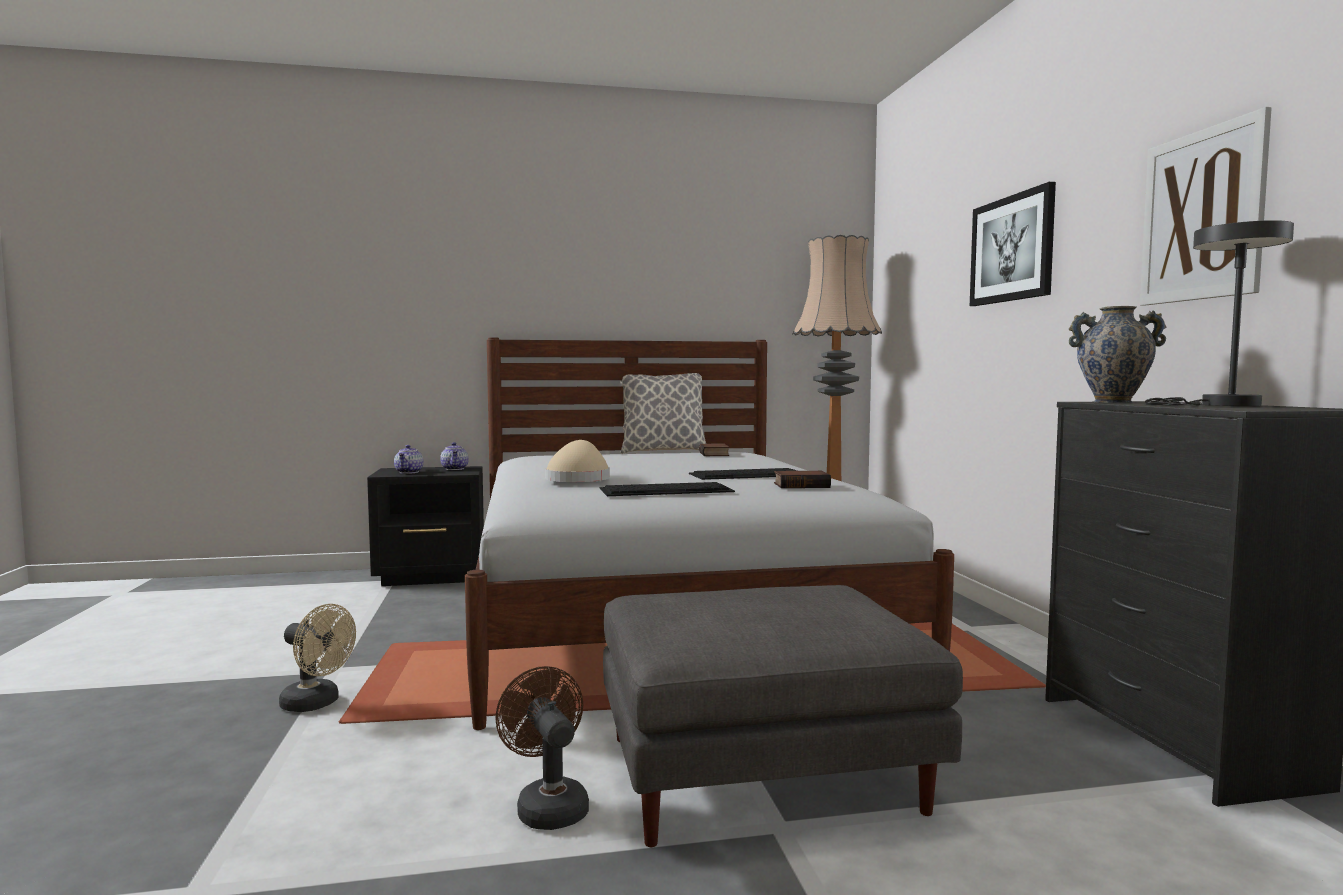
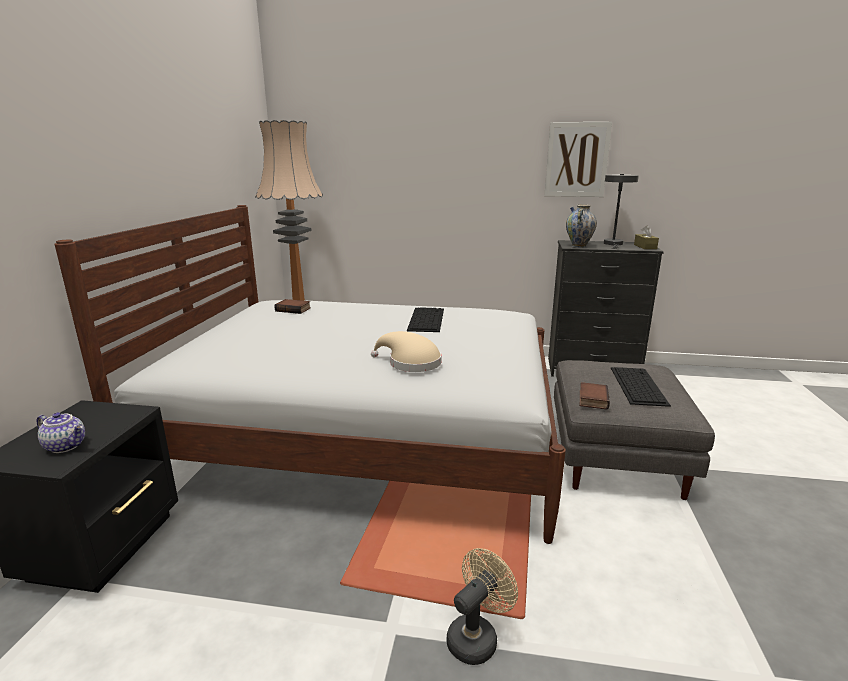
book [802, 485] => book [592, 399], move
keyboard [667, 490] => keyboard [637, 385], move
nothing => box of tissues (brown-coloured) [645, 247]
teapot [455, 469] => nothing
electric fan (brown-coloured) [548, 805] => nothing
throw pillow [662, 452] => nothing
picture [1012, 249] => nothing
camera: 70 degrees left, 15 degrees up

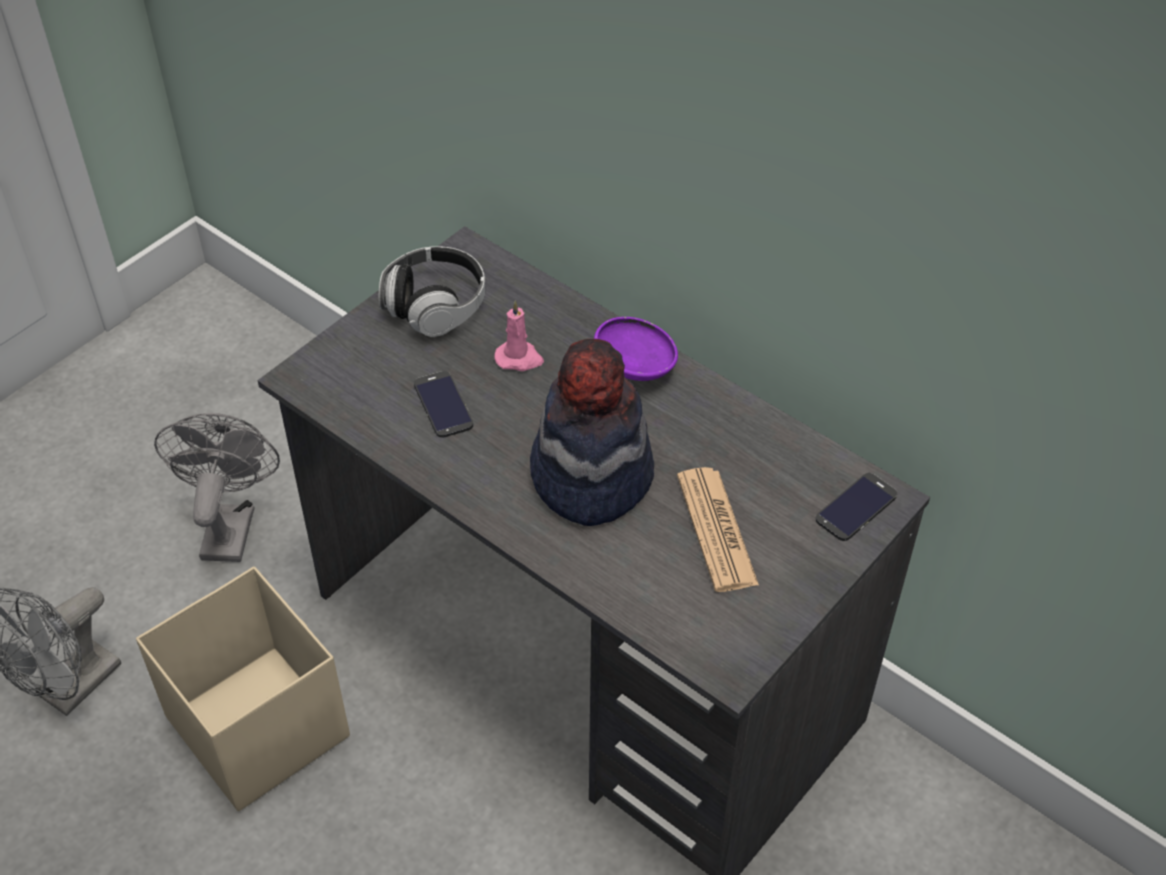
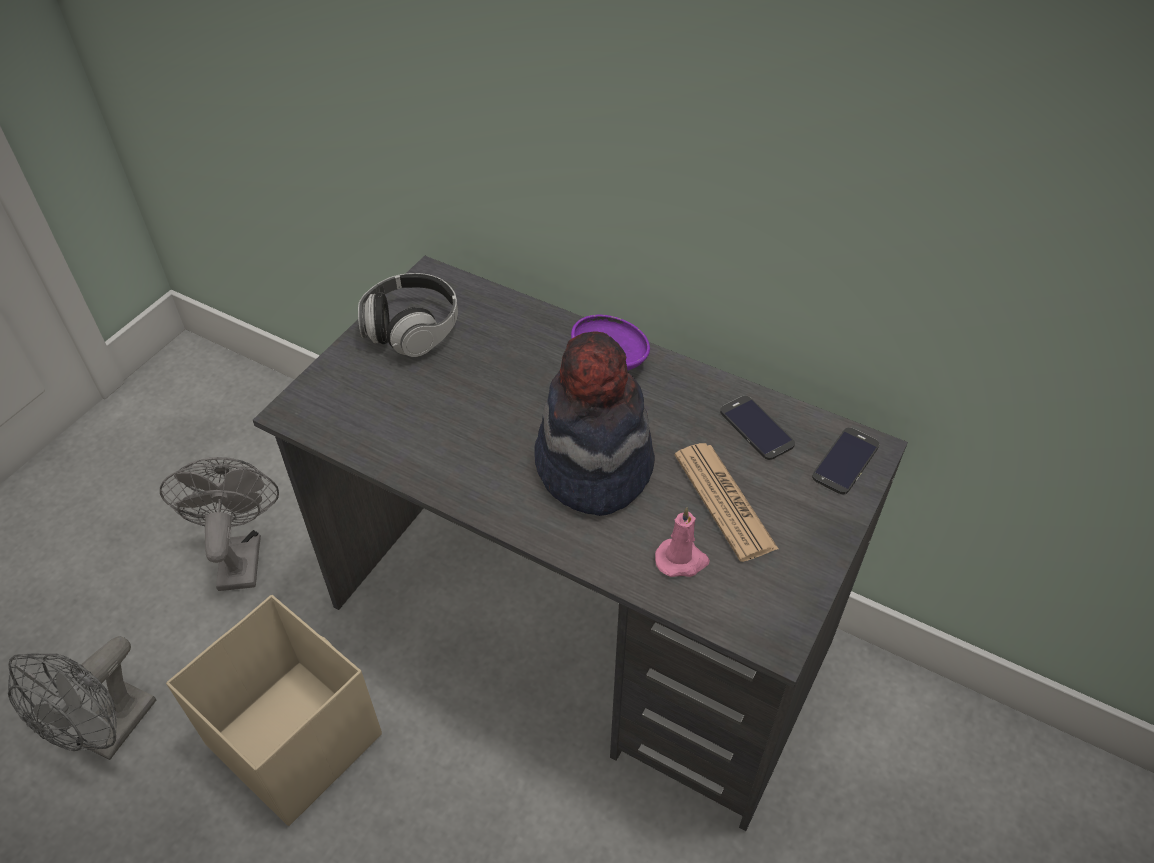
wax light (pinkish) [519, 358] => wax light (pinkish) [682, 560], move
telephone [443, 405] => telephone [756, 428], move
camera: 10 degrees left, 0 degrees up

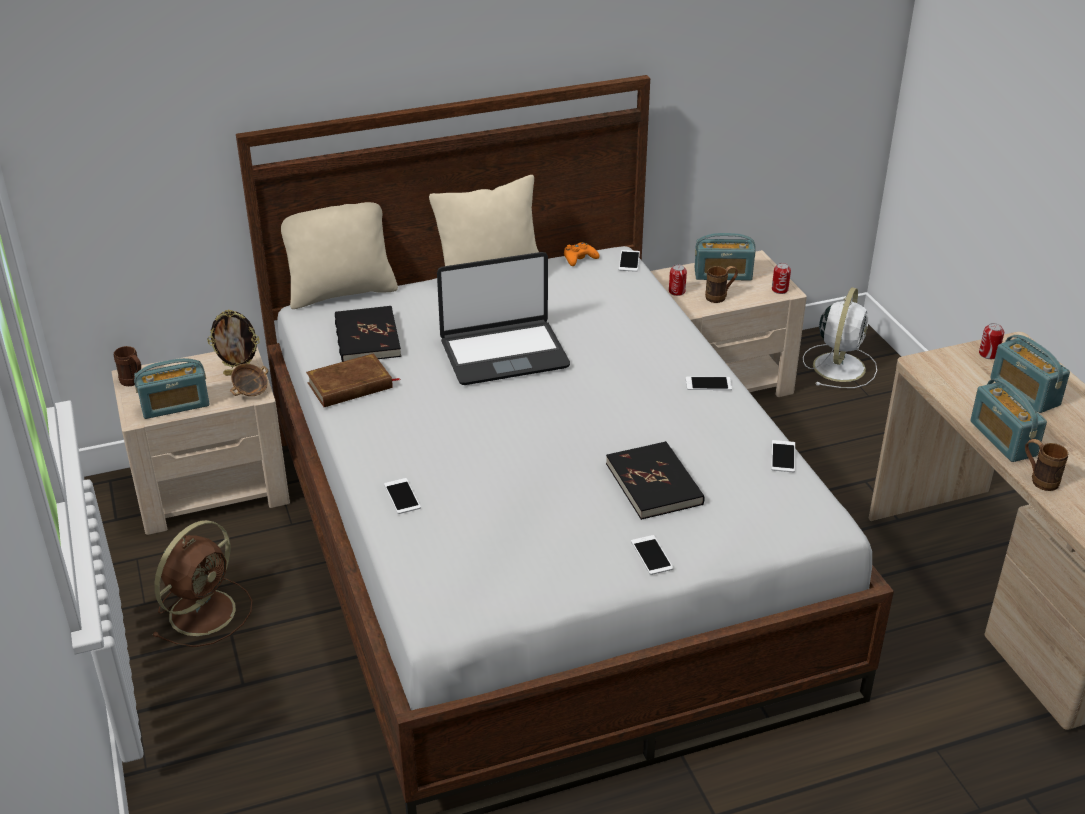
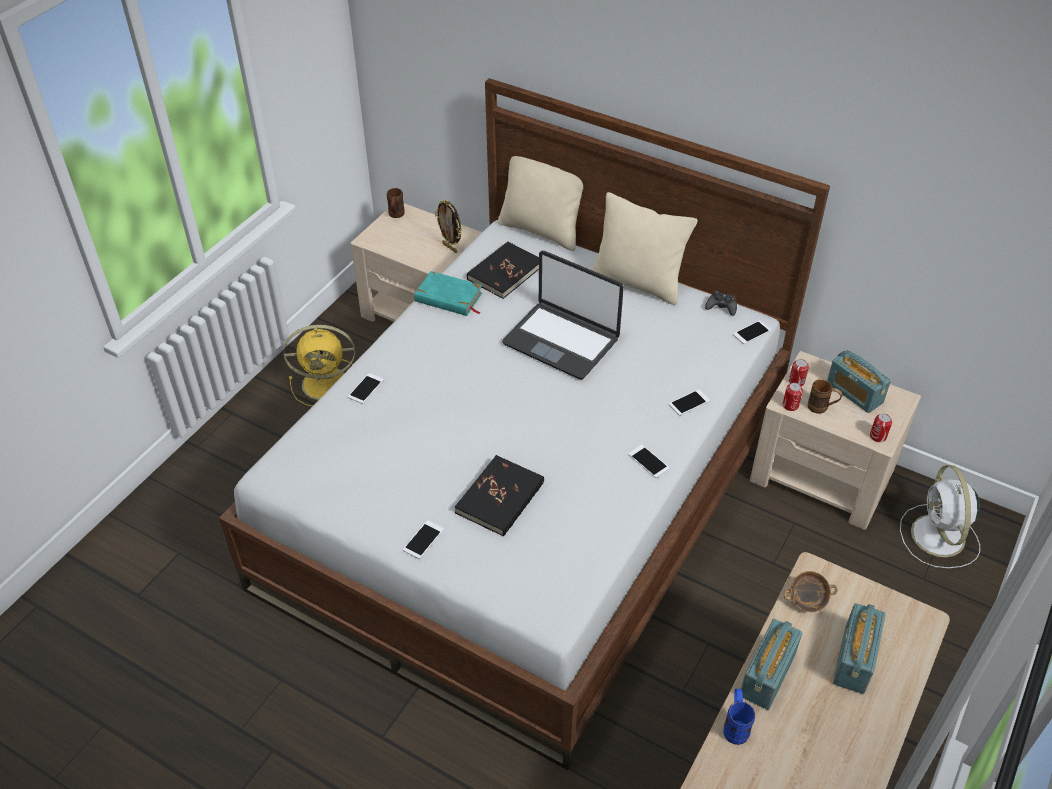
electric fan (brown-coloured) [204, 610] => electric fan (yellowish) [327, 383]
book (brown-coloured) [350, 386] => book (turquoise) [448, 298]
telephone [783, 456] => telephone [689, 402], move
joypad (orange) [579, 258] => joypad (black) [721, 307]
mug (brown-coloured) [1038, 479] => mug (blue-coloured) [735, 726]
sealed can [988, 354] => sealed can [790, 405], move
serving bowl [251, 392] => serving bowl [807, 601], move
electric fan (white-coloured) [839, 366] => electric fan (white-coloured) [938, 538], 105 degrees clockwise
radio receiver [175, 405] => nothing
camera: 50 degrees right, 10 degrees up

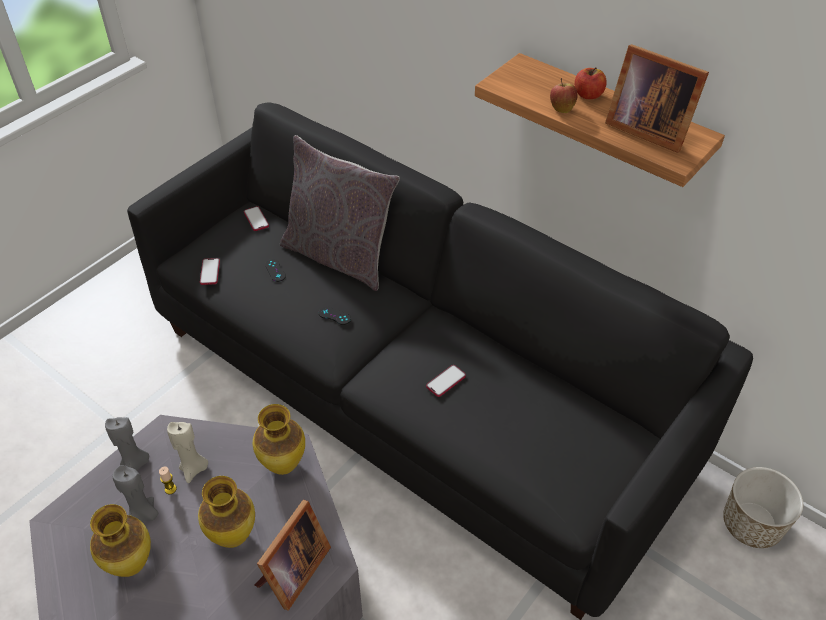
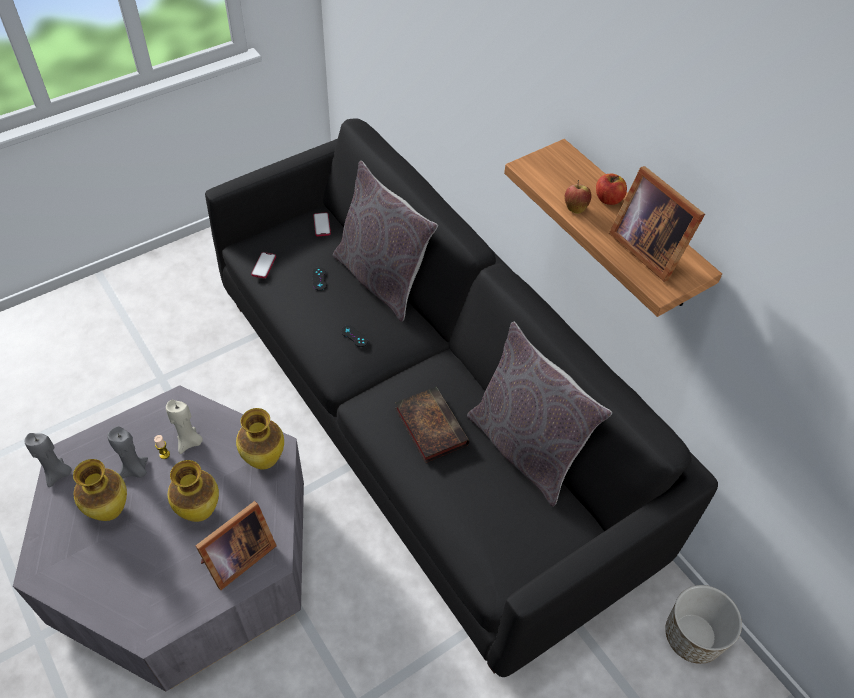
wax light (grey) [135, 464] => wax light (grey) [58, 474], move
telephone [446, 381] => book [429, 425]
nothing => throw pillow (grey) [525, 448]
camera: 15 degrees right, 5 degrees up

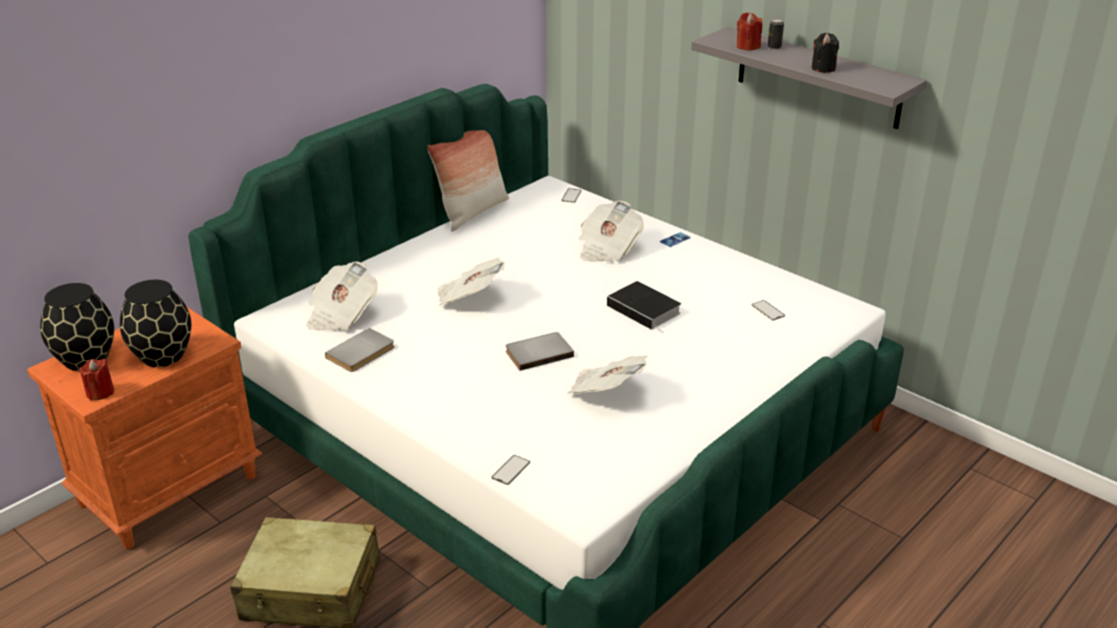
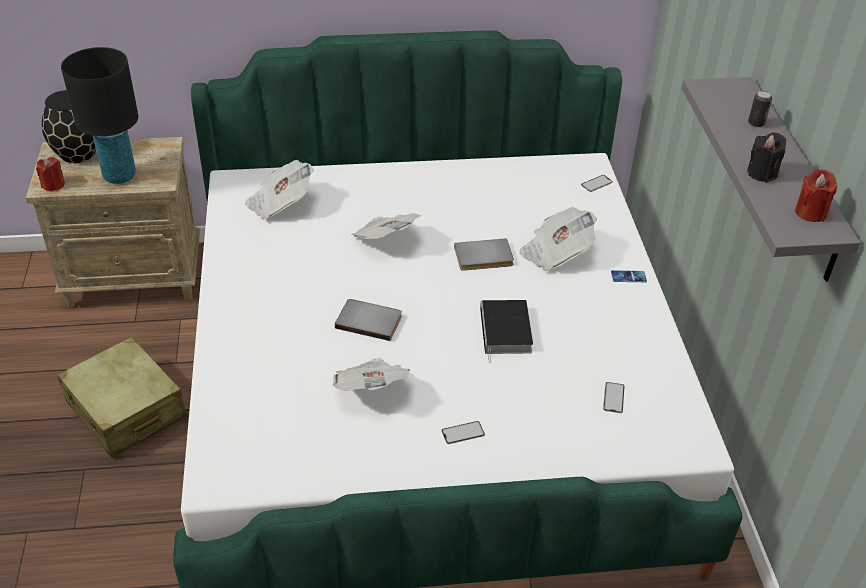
nightstand (orange) [170, 489] => nightstand (beige-coloured) [135, 277]
vase (black) [163, 355] => tabletop lamp (black) [120, 176]
telephone [510, 470] => telephone [463, 433], move
book (grey) [362, 353] => book (grey) [484, 258], move
wax light (red) [748, 46] => wax light (red) [810, 212], move
throw pillow [472, 212] => nothing
camera: 40 degrees right, 10 degrees up

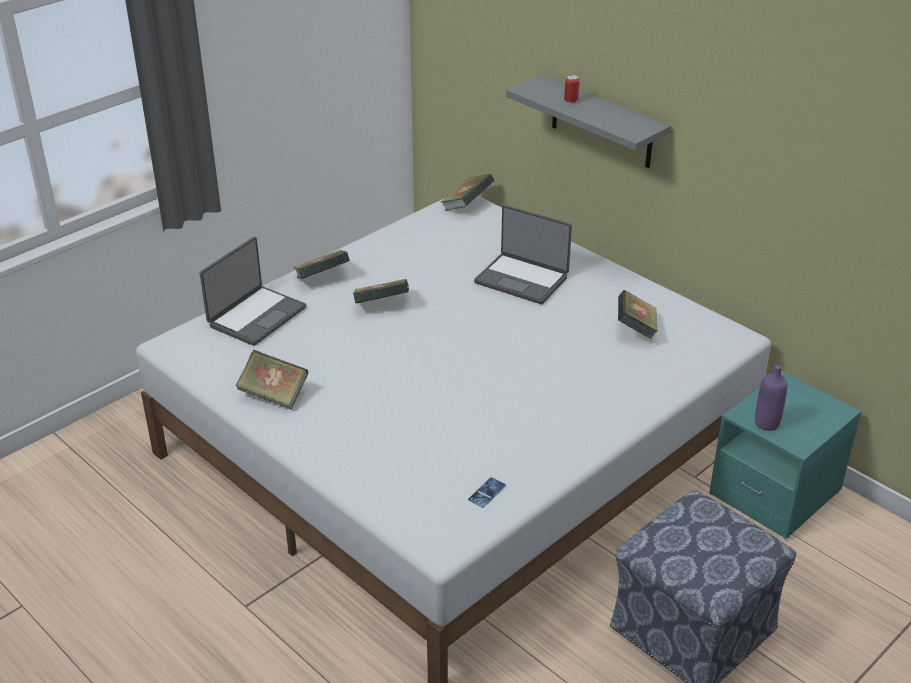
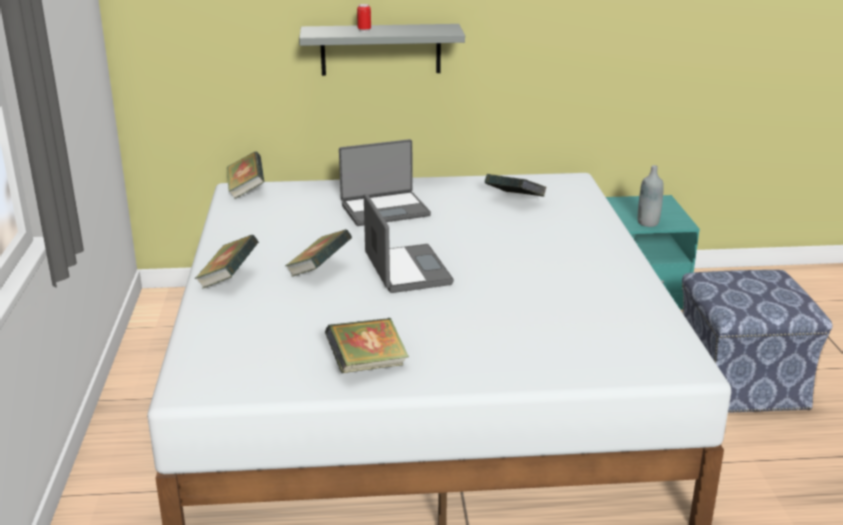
laptop [256, 316] => laptop [406, 270], move
beverage bottle (purple) [766, 423] => beverage bottle (grey) [648, 223]
telephone [487, 492] => nothing
camera: 50 degrees left, 10 degrees down

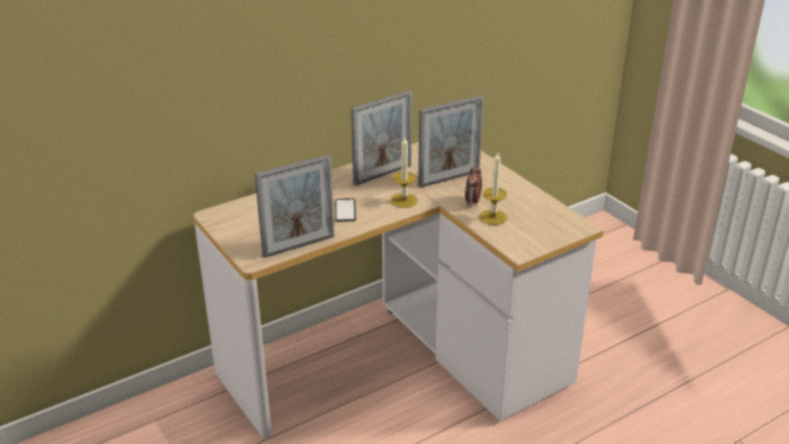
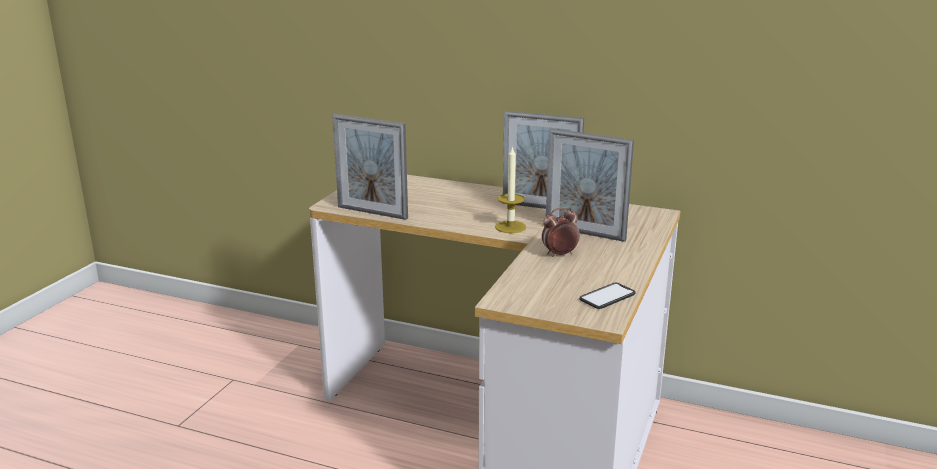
telephone [345, 211] => telephone [607, 297], move
wax light [493, 217] => nothing
camera: 55 degrees right, 10 degrees down

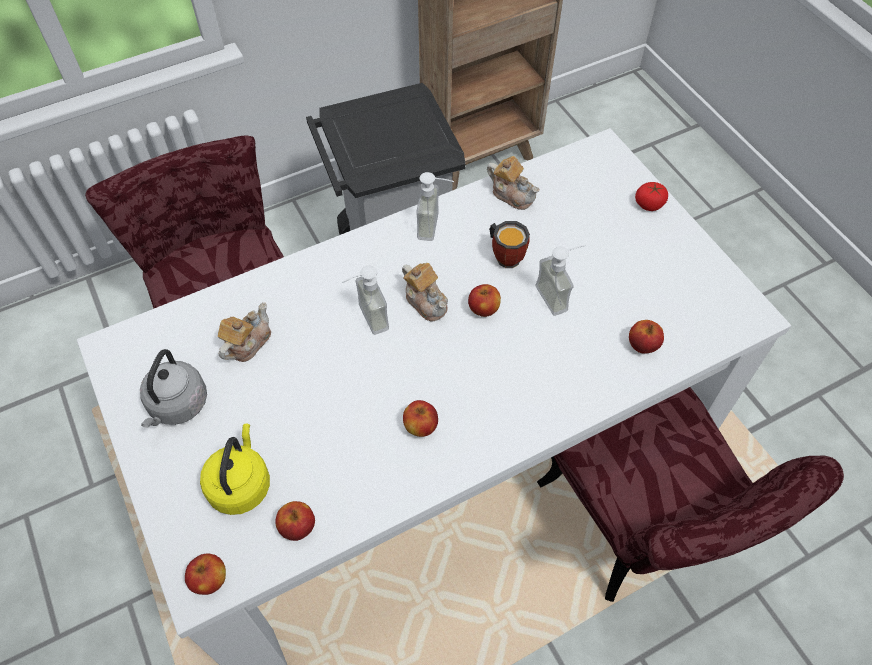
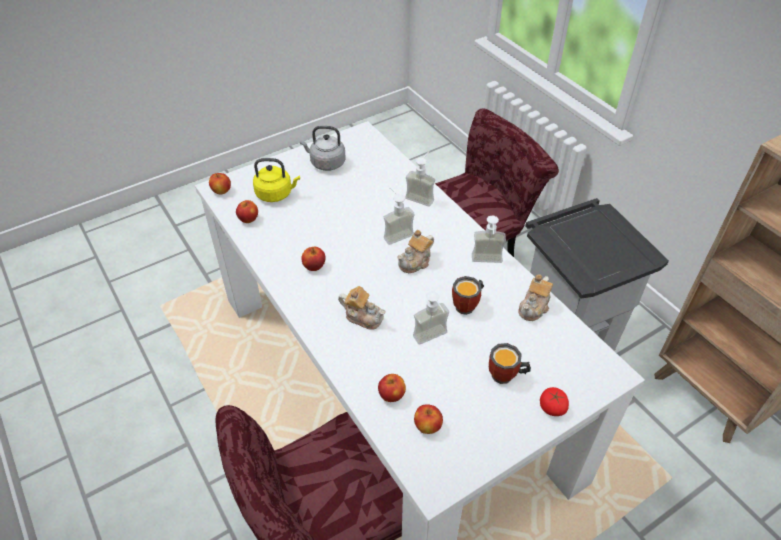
teapot [247, 343] => teapot [363, 317], move
nothing => soap dispenser [422, 196]
apple [483, 309] => apple [427, 426], move
nothing => mug [506, 377]
camera: 85 degrees right, 10 degrees down

